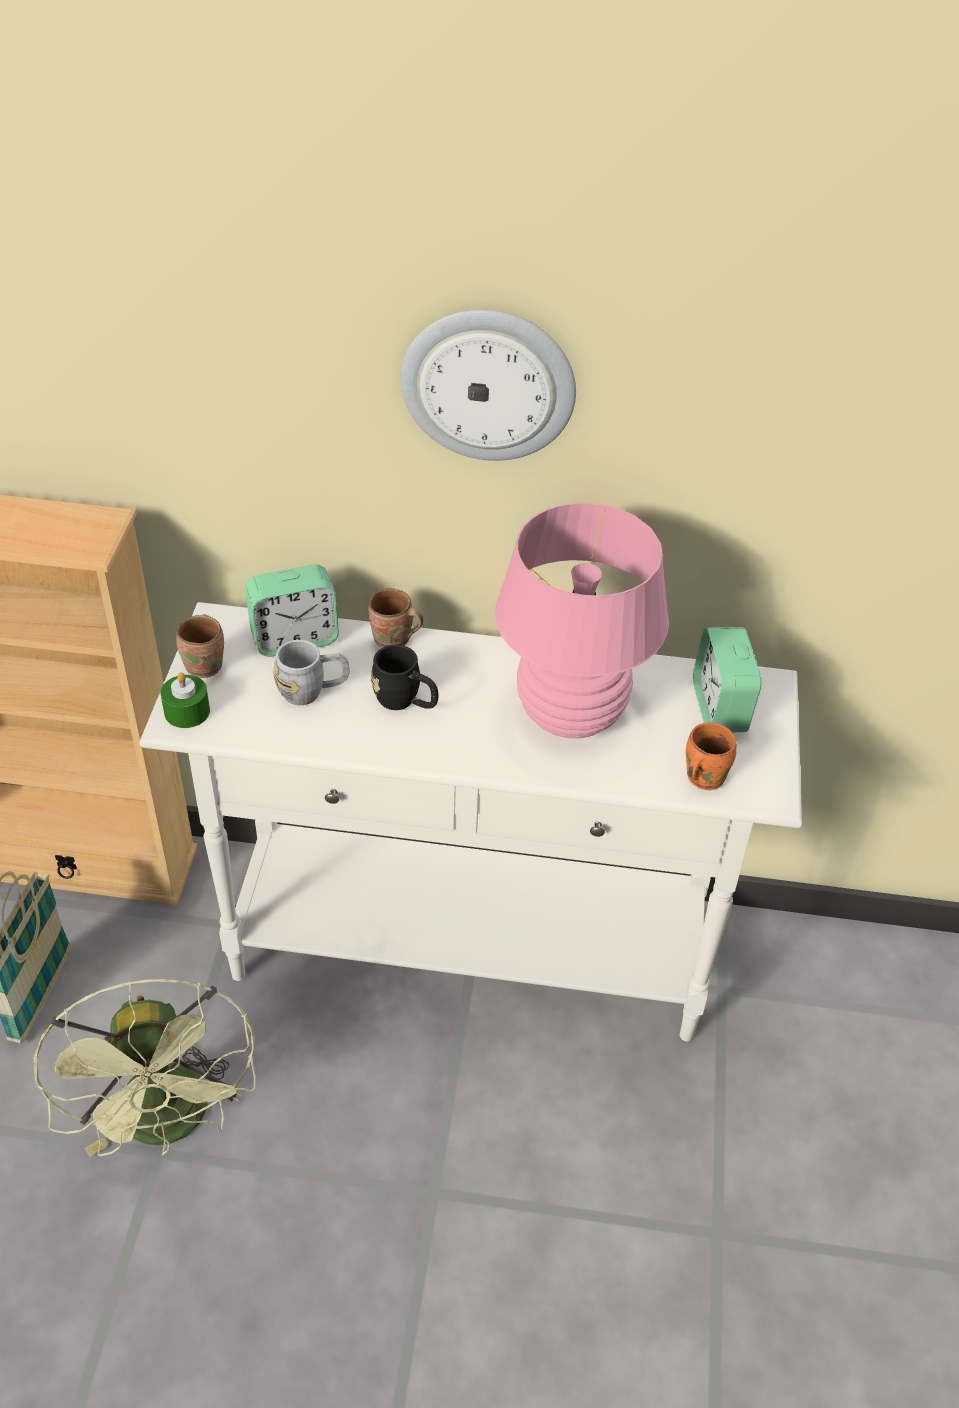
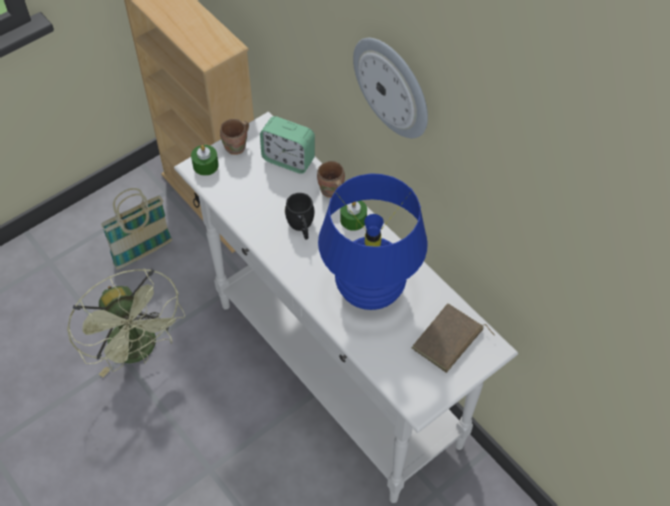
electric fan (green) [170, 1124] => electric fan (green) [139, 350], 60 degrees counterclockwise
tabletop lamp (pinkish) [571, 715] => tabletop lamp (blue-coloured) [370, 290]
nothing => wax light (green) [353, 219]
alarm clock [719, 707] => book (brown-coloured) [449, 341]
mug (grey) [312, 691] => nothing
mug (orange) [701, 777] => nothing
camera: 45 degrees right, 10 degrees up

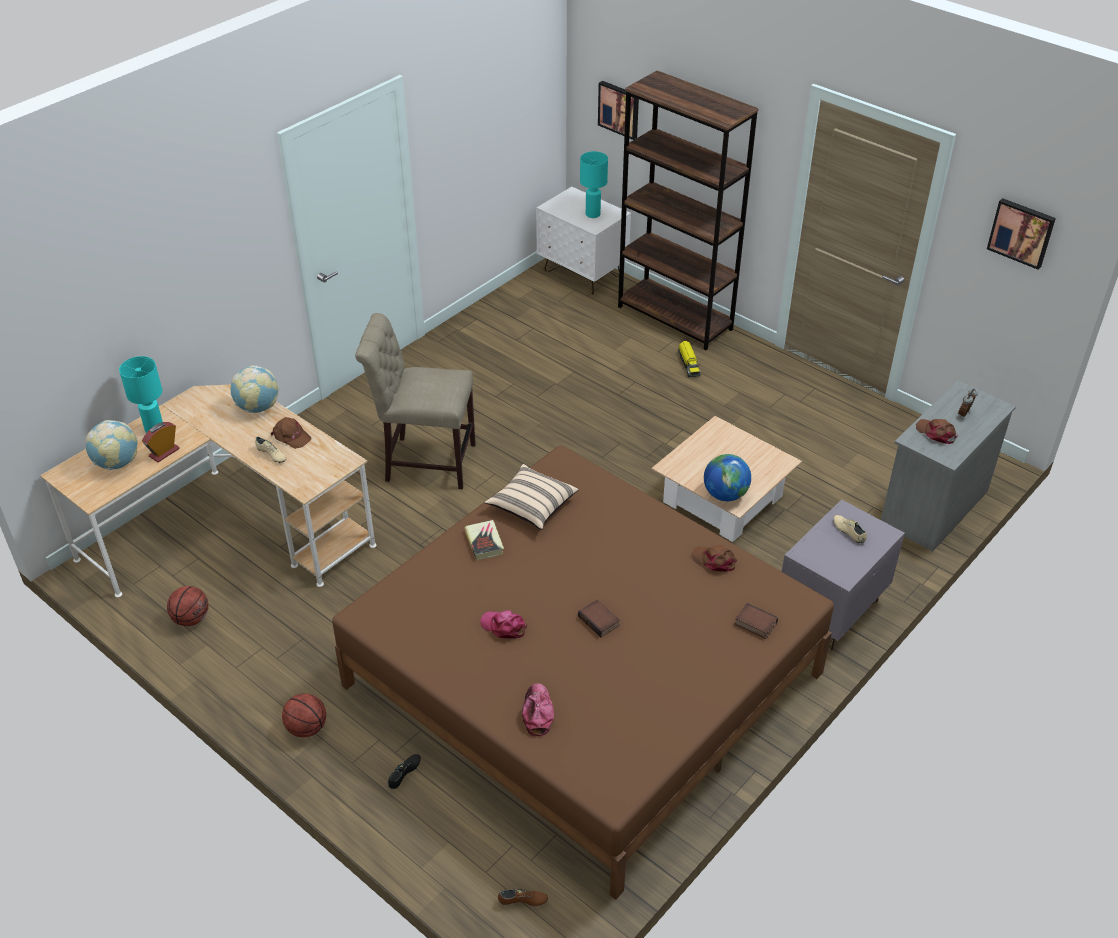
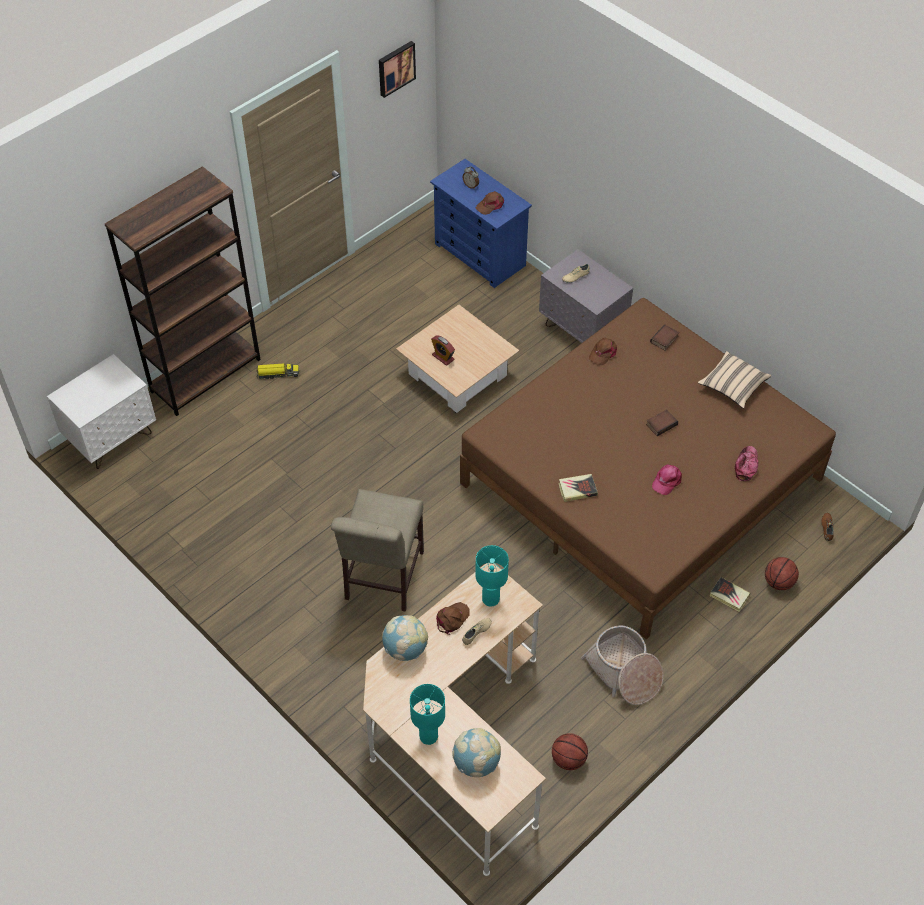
drawer chest (grey) [933, 507] => drawer chest (blue-coloured) [480, 255]
alarm clock [164, 452] => alarm clock [443, 357], move
tabletop lamp (turquoise) [593, 214] => tabletop lamp (turquoise) [490, 599], move
nothing => household basket [624, 672]
throw pillow (beige-coloured) [532, 506] => throw pillow (beige-coloured) [732, 386], move
shoe (black) [404, 774] => book [729, 596]
cap [537, 712] => cap [746, 465], 105 degrees clockwise
basketball ball [306, 728] => basketball ball [778, 582], move
picture [619, 109] => nothing
desk globe [725, 494] => nothing
camera: 85 degrees left, 10 degrees up

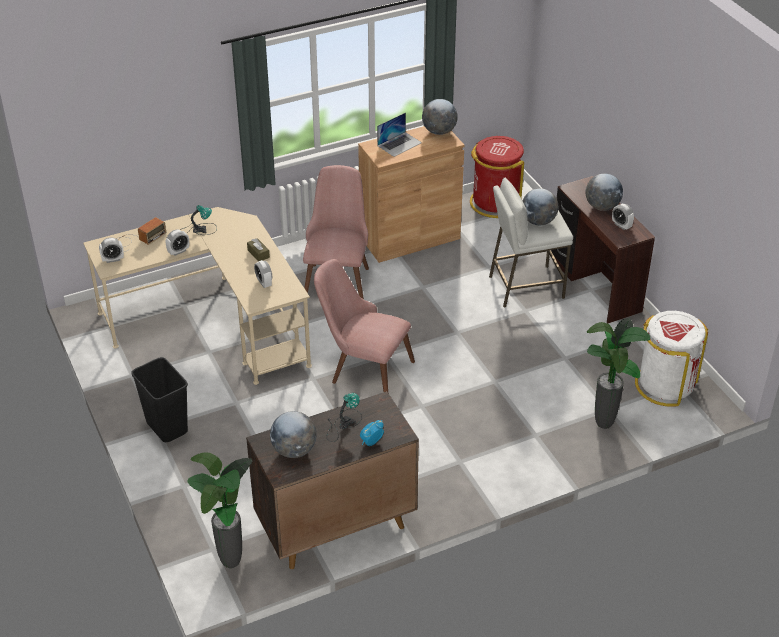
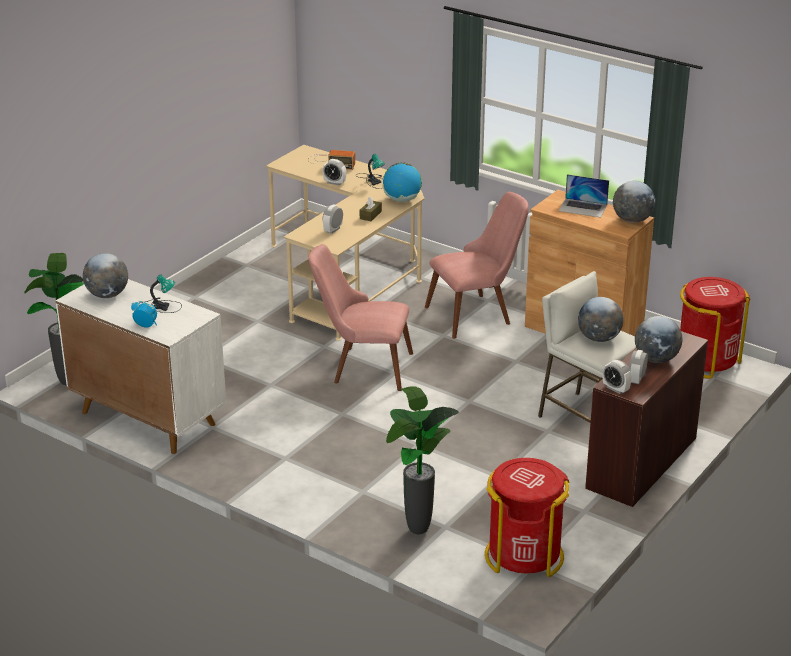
cabinet (brown-coloured) [335, 527] => cabinet (white-coloured) [147, 418]
chair (pinkish) [363, 369] => chair (pinkish) [362, 367], 75 degrees counterclockwise
nothing => desk globe [402, 200]
rubbish bin (white-coloured) [665, 384] => rubbish bin (red) [524, 555]
alarm clock [113, 259] => alarm clock [615, 389], move
rubbish bin (black) [168, 427] => nothing
camera: 60 degrees right, 10 degrees down

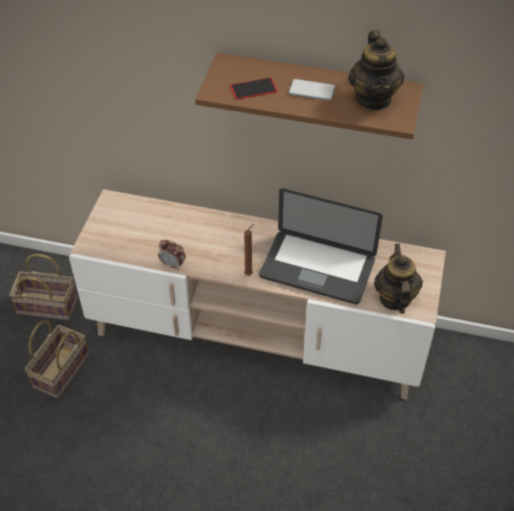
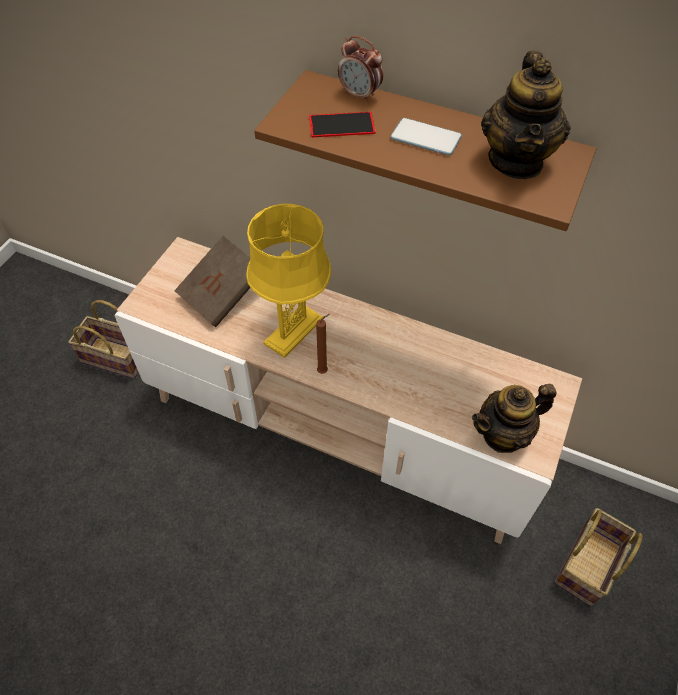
nothing => book (brown-coloured) [222, 294]
nothing => tabletop lamp (yellowish) [293, 331]
alarm clock [173, 265] => alarm clock [360, 95], move
teapot [395, 298] => teapot [504, 434], 120 degrees counterclockwise
household basket [61, 373] => household basket [587, 567], move
laptop [317, 268] => nothing
camera: 10 degrees right, 5 degrees up

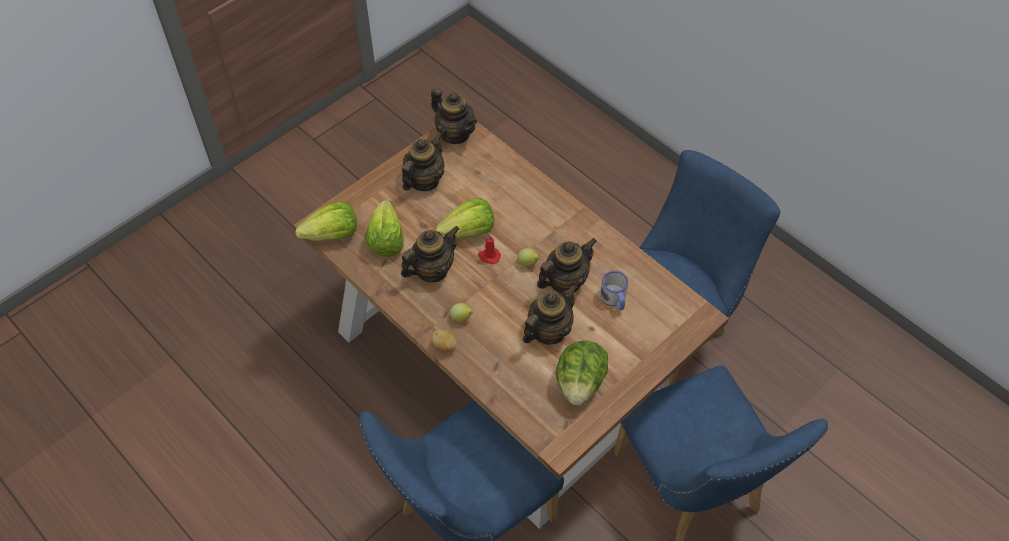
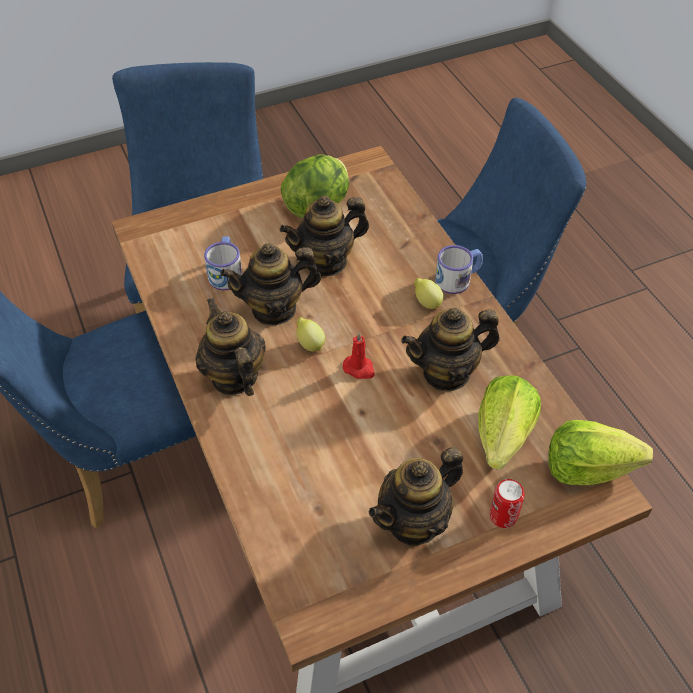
teapot [455, 134] => teapot [234, 377], move
whole potato [445, 346] => mug [458, 279]
nothing => sealed can [503, 516]
head of lettuce [468, 232] => nothing
camera: 160 degrees left, 5 degrees down

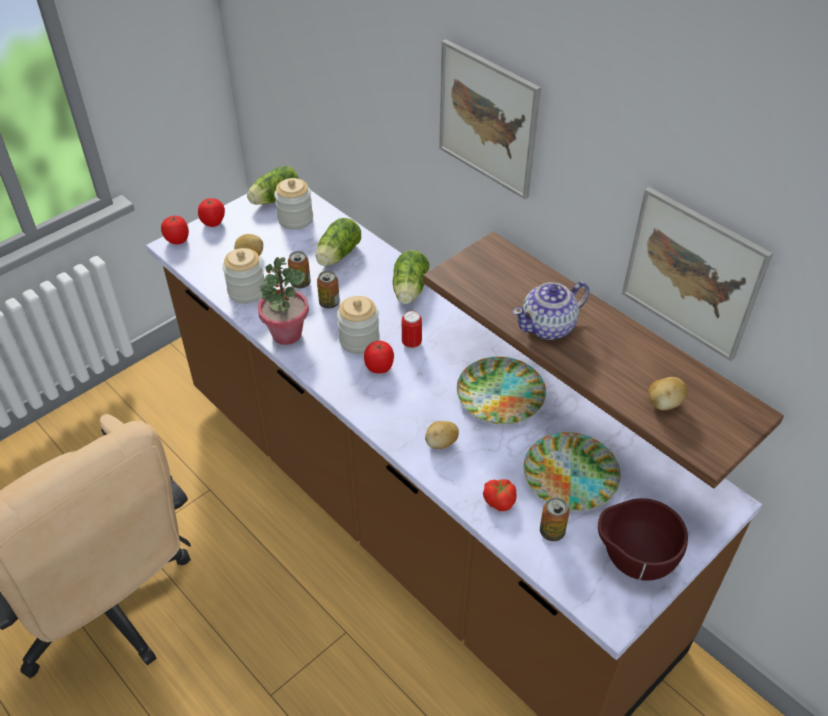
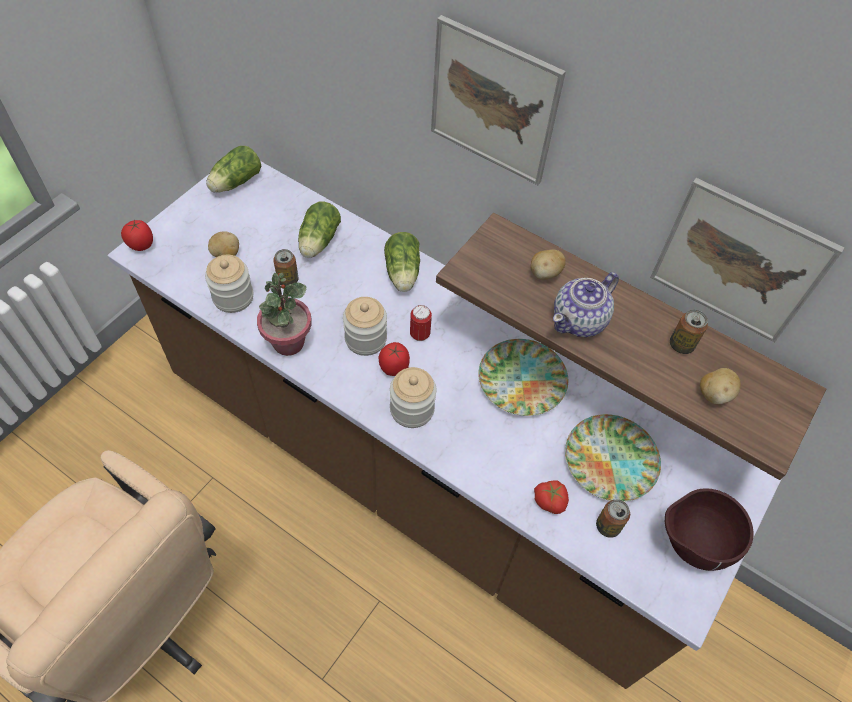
jar [295, 219] => jar [412, 409], move
whole potato [441, 443] => whole potato [545, 273], move
sealed can [329, 303] => sealed can [681, 345], move
whole tomato [213, 222] => nothing
camera: 15 degrees left, 10 degrees up

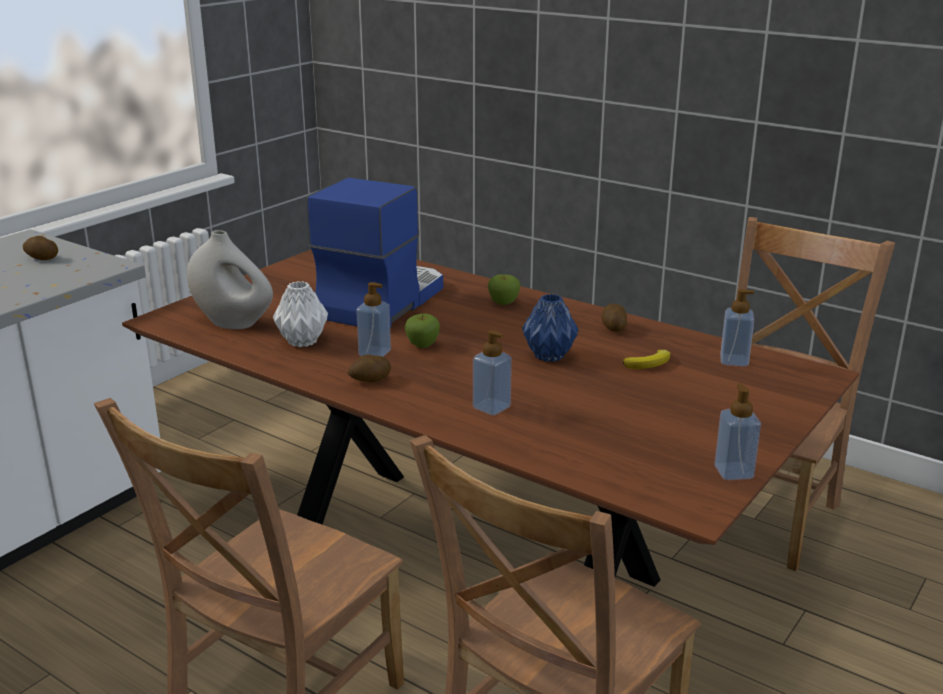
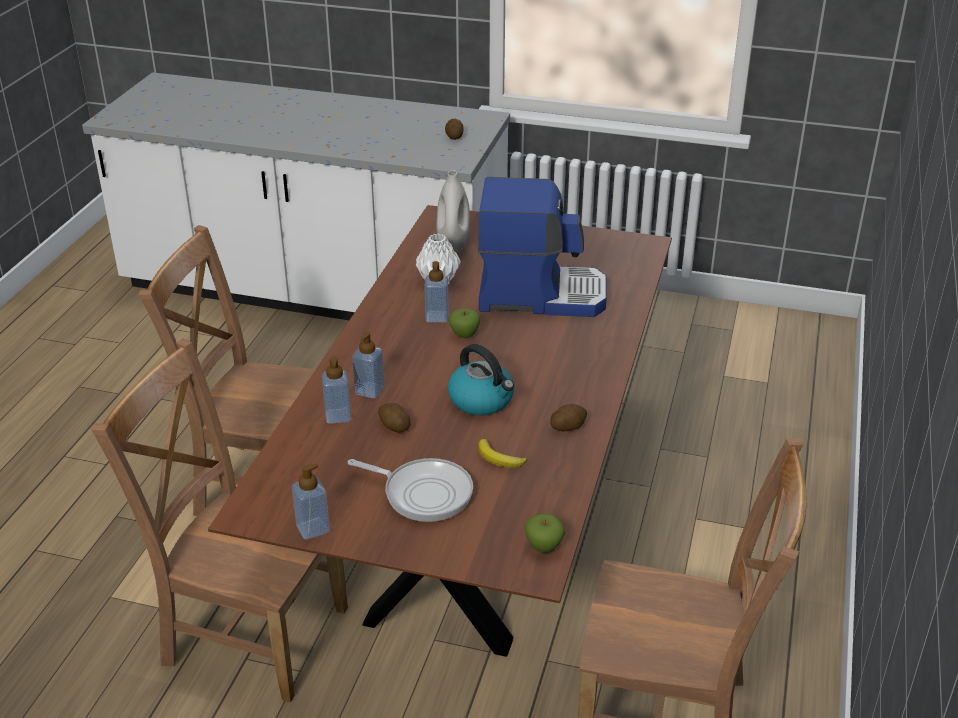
soap dispenser [734, 361] => soap dispenser [338, 416], move
nothing => frying pan [423, 493]
whole potato [370, 380] => whole potato [394, 426], move
vase (blue-coloured) [548, 355] => kettle [482, 400]
apple [503, 303] => apple [544, 547], move
camera: 70 degrees right, 10 degrees up

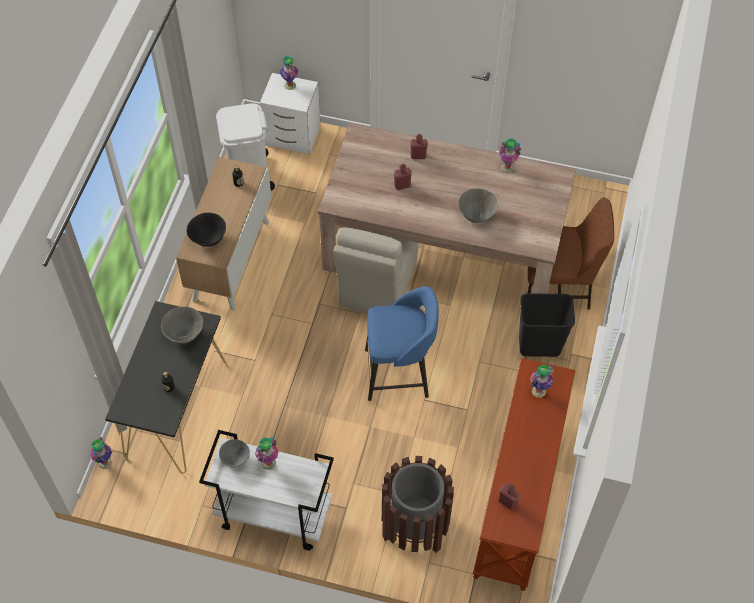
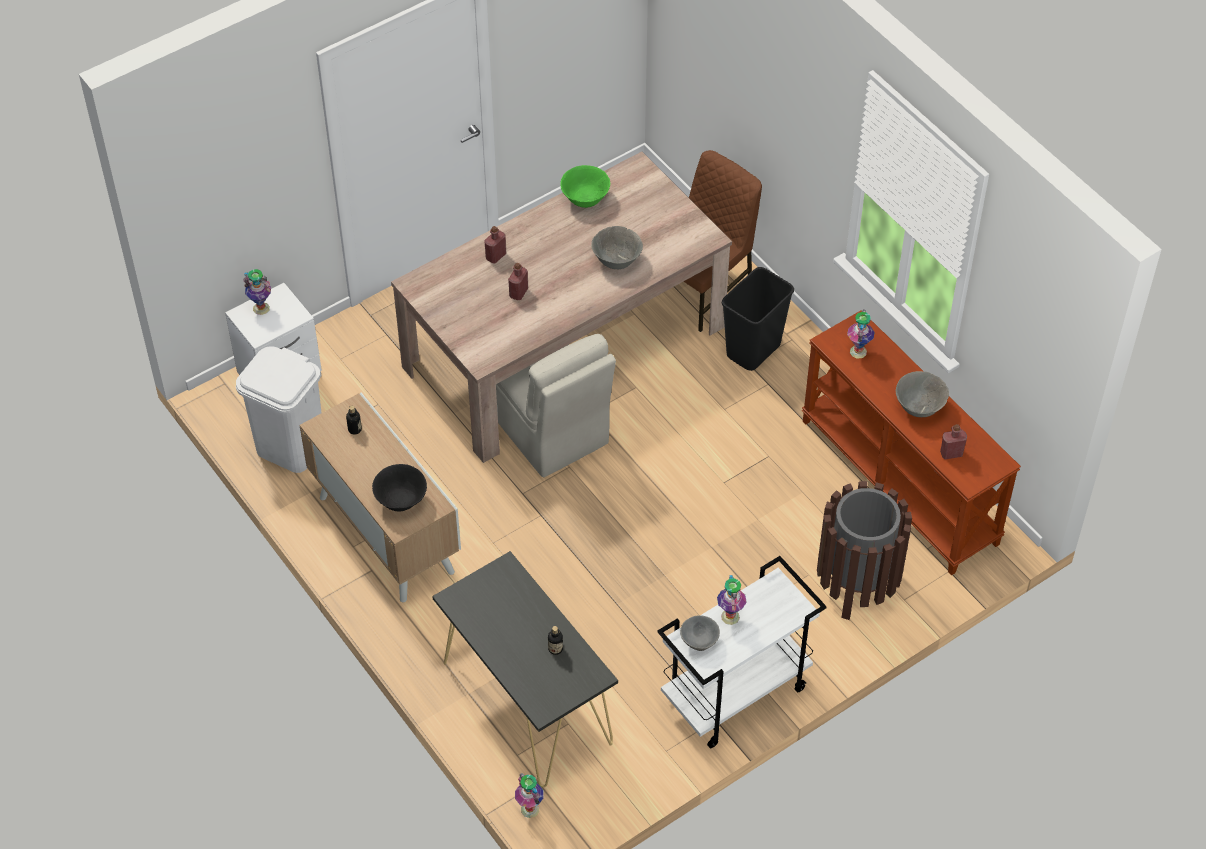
vase [507, 167] => serving bowl (green) [585, 199]
serving bowl (grey) [184, 334] => serving bowl (grey) [919, 407], move
stool seat (blue-coloured) [399, 373] => nothing
camera: 50 degrees left, 5 degrees down

